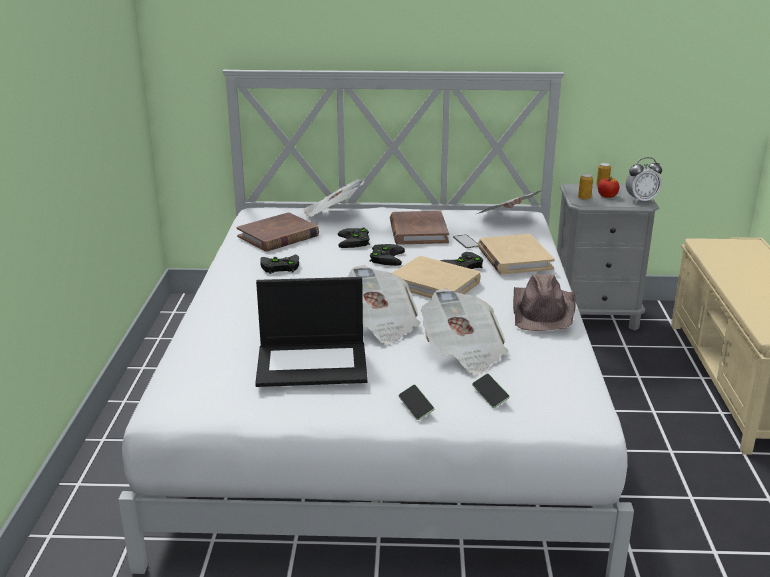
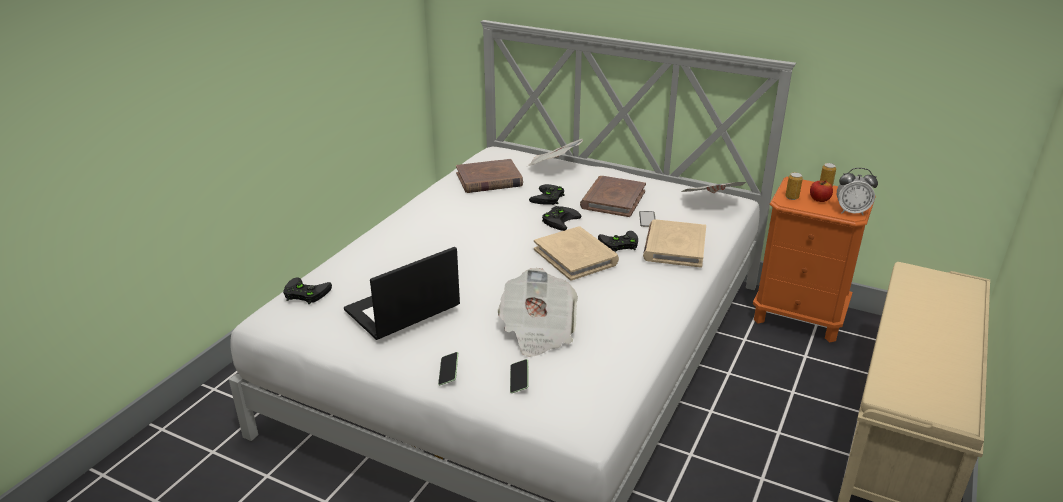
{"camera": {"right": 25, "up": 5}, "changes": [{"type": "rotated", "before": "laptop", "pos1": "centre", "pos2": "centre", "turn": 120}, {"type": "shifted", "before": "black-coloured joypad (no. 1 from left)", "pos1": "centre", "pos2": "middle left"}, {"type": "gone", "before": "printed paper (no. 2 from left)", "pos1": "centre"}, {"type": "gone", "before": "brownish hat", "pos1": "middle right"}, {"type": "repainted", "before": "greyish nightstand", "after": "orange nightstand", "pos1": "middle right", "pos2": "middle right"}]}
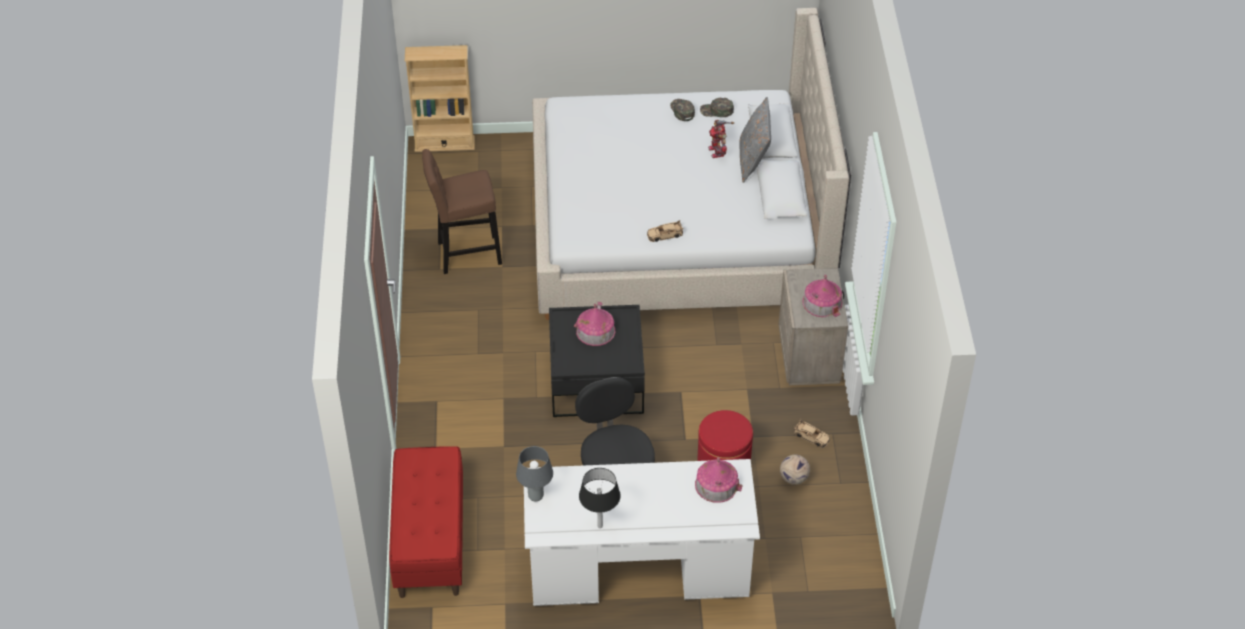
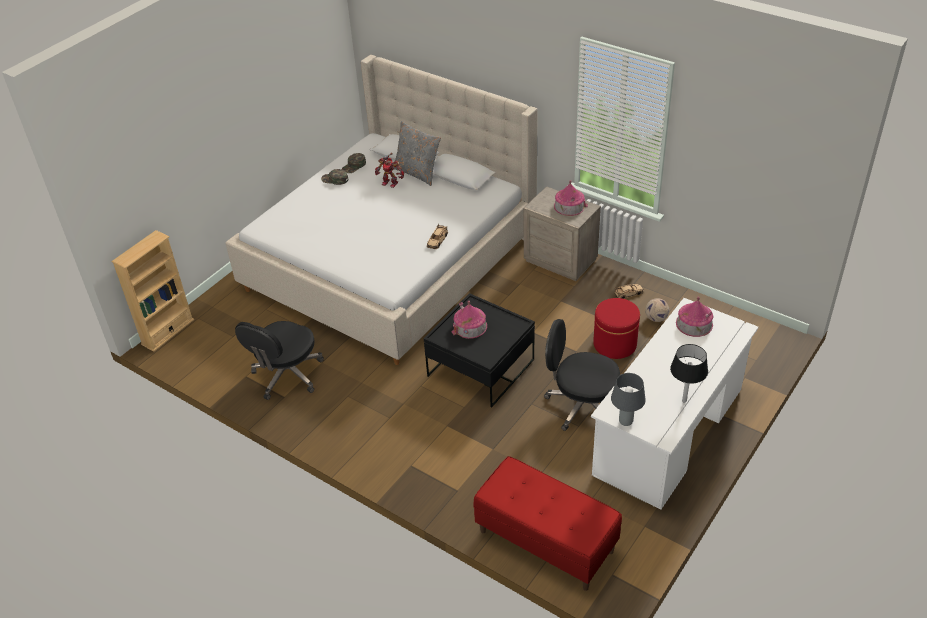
{"camera": {"right": -50, "up": -5}, "changes": [{"type": "swapped", "before": "brownish stool", "after": "black-coloured desk chair (no. 1 from left)", "pos1": "centre", "pos2": "middle left"}]}
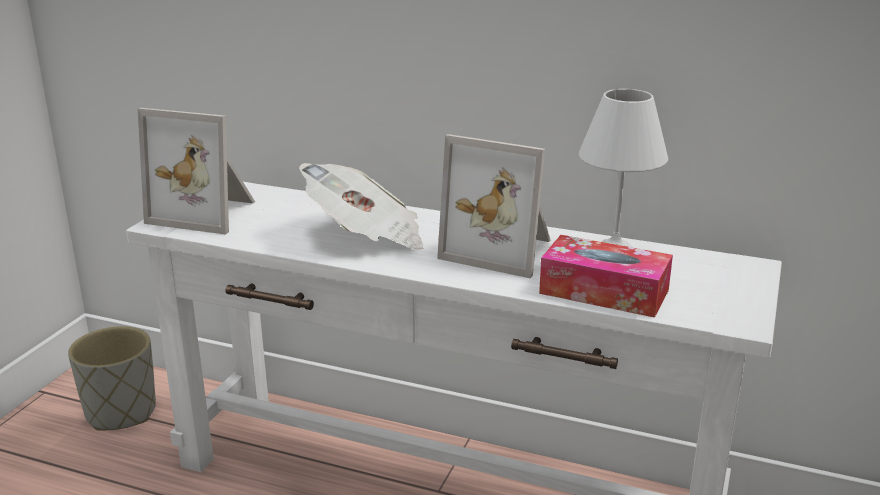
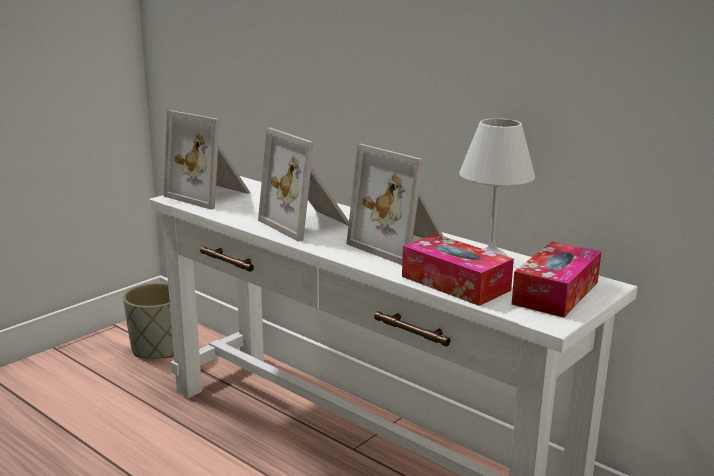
{"camera": {"right": 20, "up": -5}, "changes": [{"type": "swapped", "before": "printed paper", "after": "picture frame (no. 2 from left)", "pos1": "centre", "pos2": "centre"}, {"type": "new", "after": "box of tissues (no. 2 from left)", "pos2": "middle right"}]}
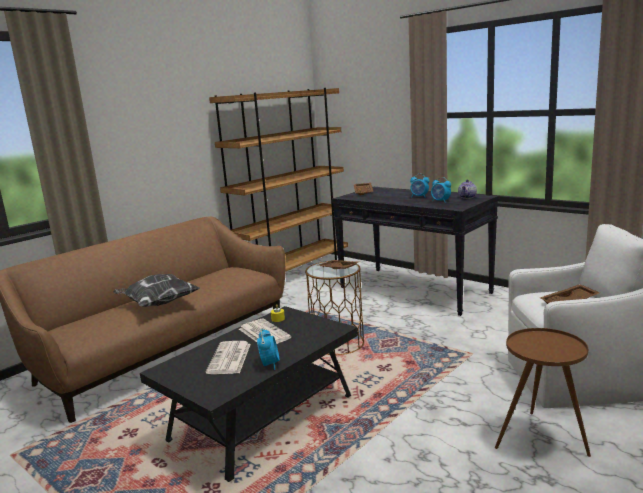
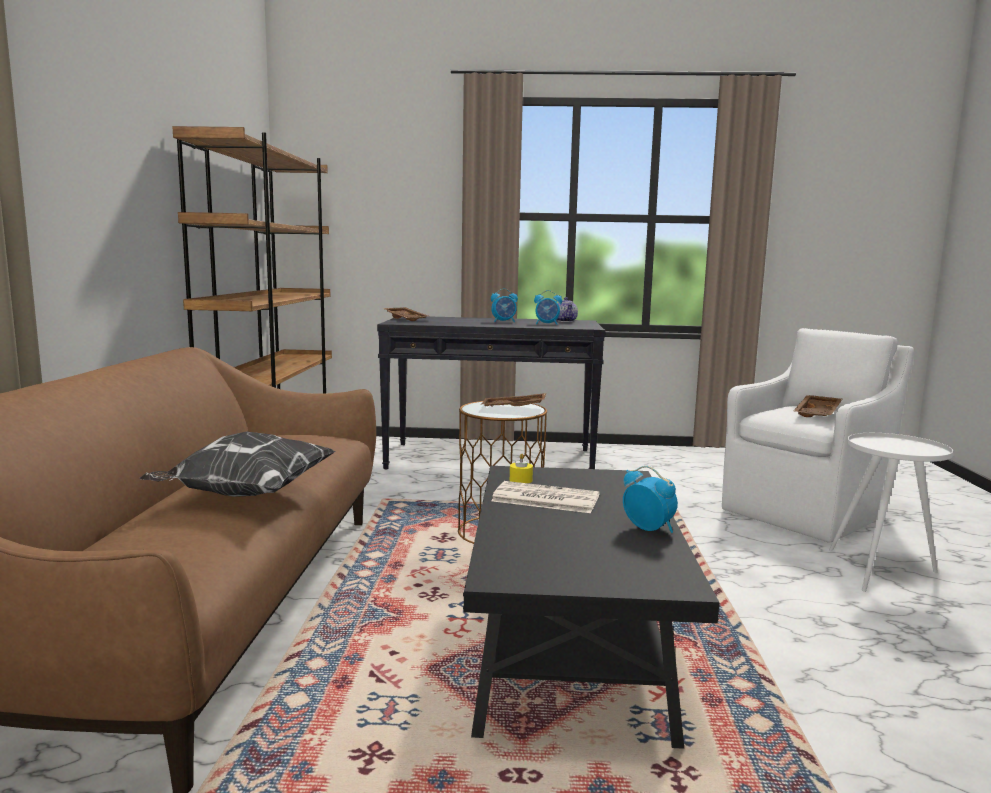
{"camera": {"right": -40, "up": -5}, "changes": [{"type": "gone", "before": "printed paper (no. 1 from left)", "pos1": "bottom centre"}, {"type": "repainted", "before": "brownish accent table (no. 2 from left)", "after": "white accent table", "pos1": "bottom right", "pos2": "middle right"}]}
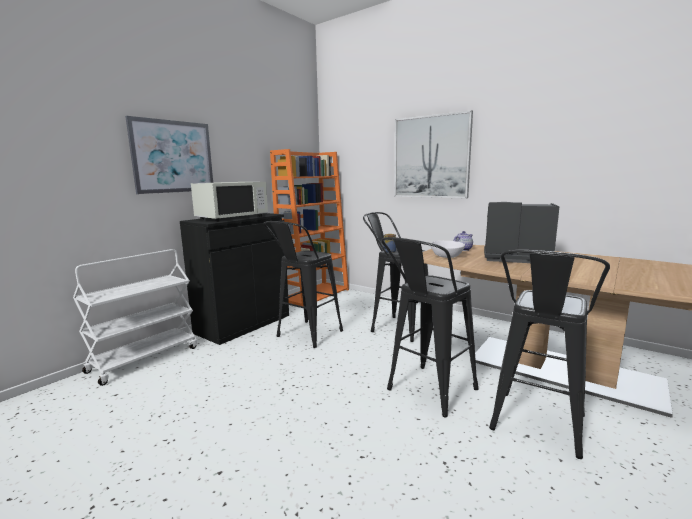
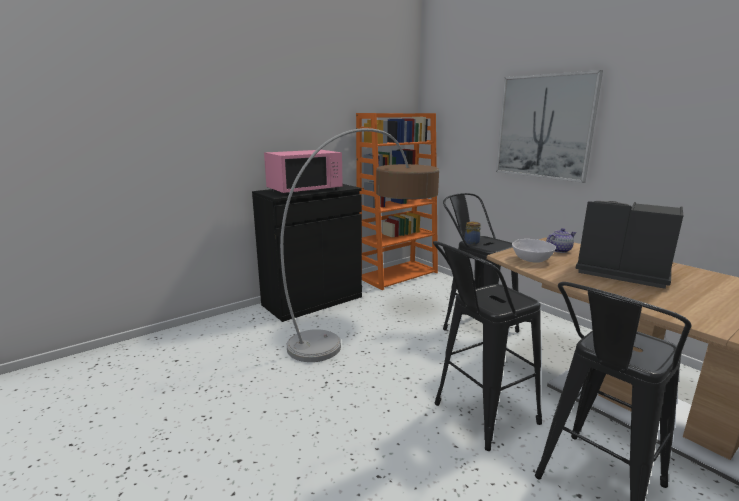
{"camera": {"right": 15, "up": 5}, "changes": [{"type": "gone", "before": "white wheeled cart", "pos1": "middle left"}, {"type": "gone", "before": "picture (no. 1 from left)", "pos1": "top left"}, {"type": "repainted", "before": "white kitchen microwave", "after": "pink kitchen microwave", "pos1": "middle left", "pos2": "centre"}, {"type": "swapped", "before": "black-coloured stool (no. 1 from left)", "after": "standing lamp", "pos1": "centre", "pos2": "centre"}]}
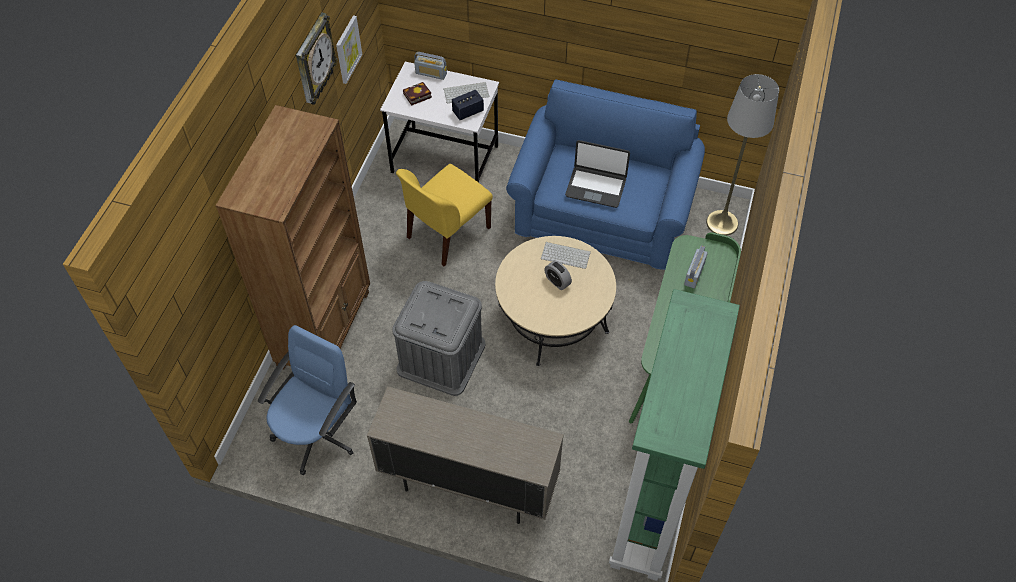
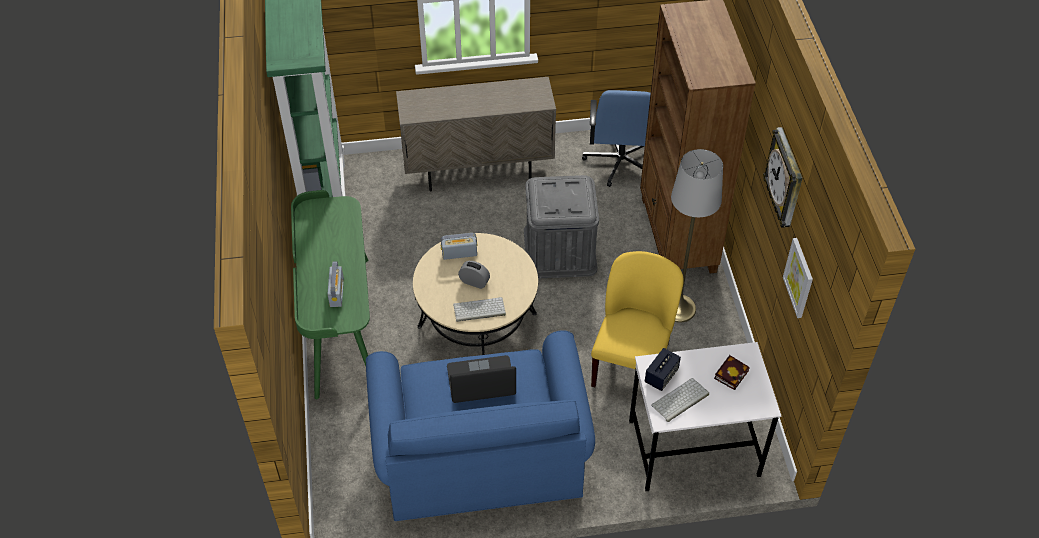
{"camera": {"right": 155, "up": -5}, "changes": [{"type": "shifted", "before": "radio receiver (no. 1 from left in the first image)", "after": "radio receiver (no. 2 from left)", "pos1": "top centre", "pos2": "centre"}, {"type": "shifted", "before": "greyish standing lamp", "pos1": "top right", "pos2": "middle right"}]}
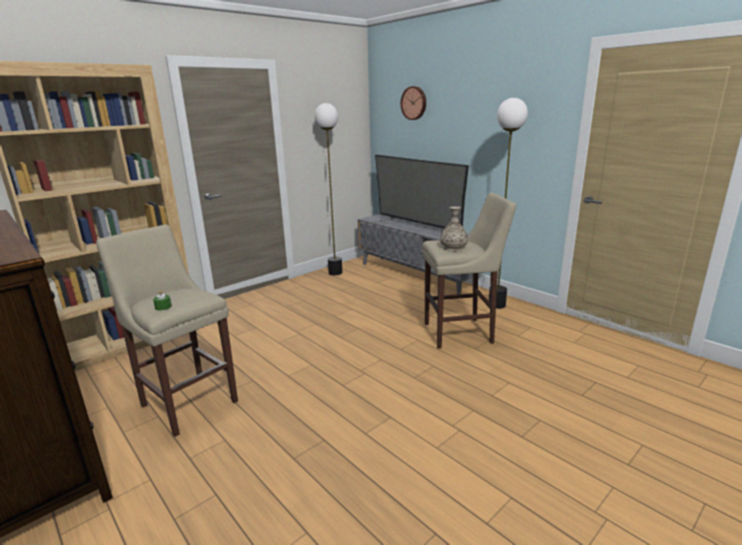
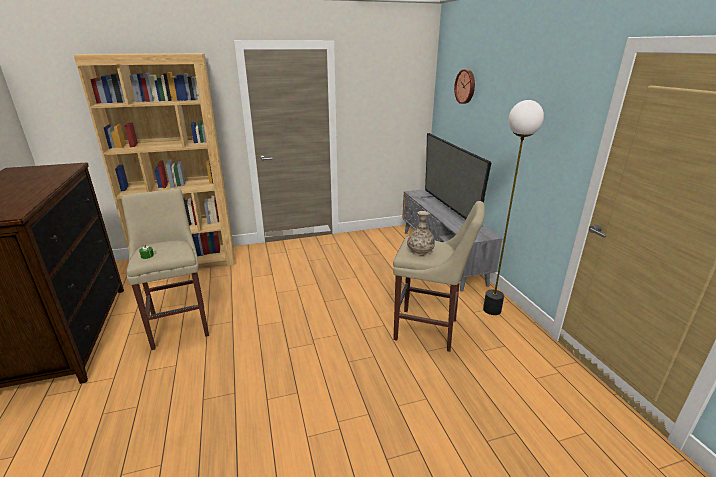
{"camera": {"right": 25, "up": 5}, "changes": [{"type": "gone", "before": "standing lamp (no. 1 from left)", "pos1": "centre"}]}
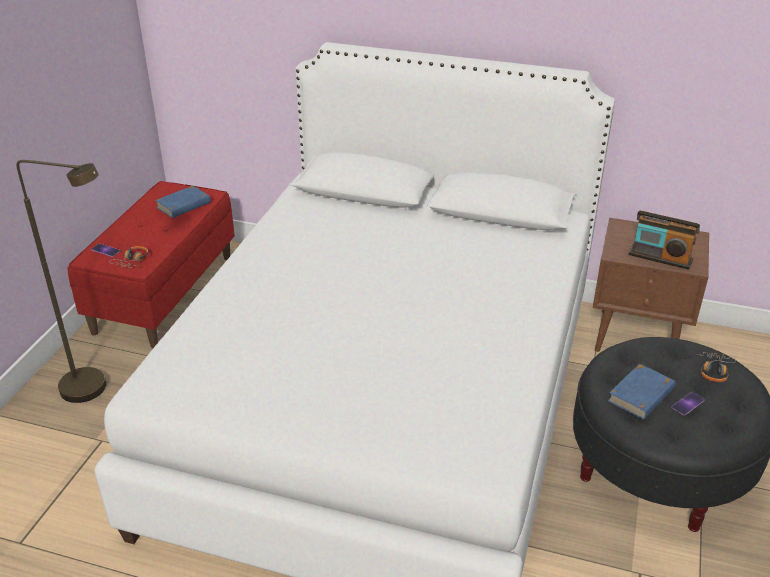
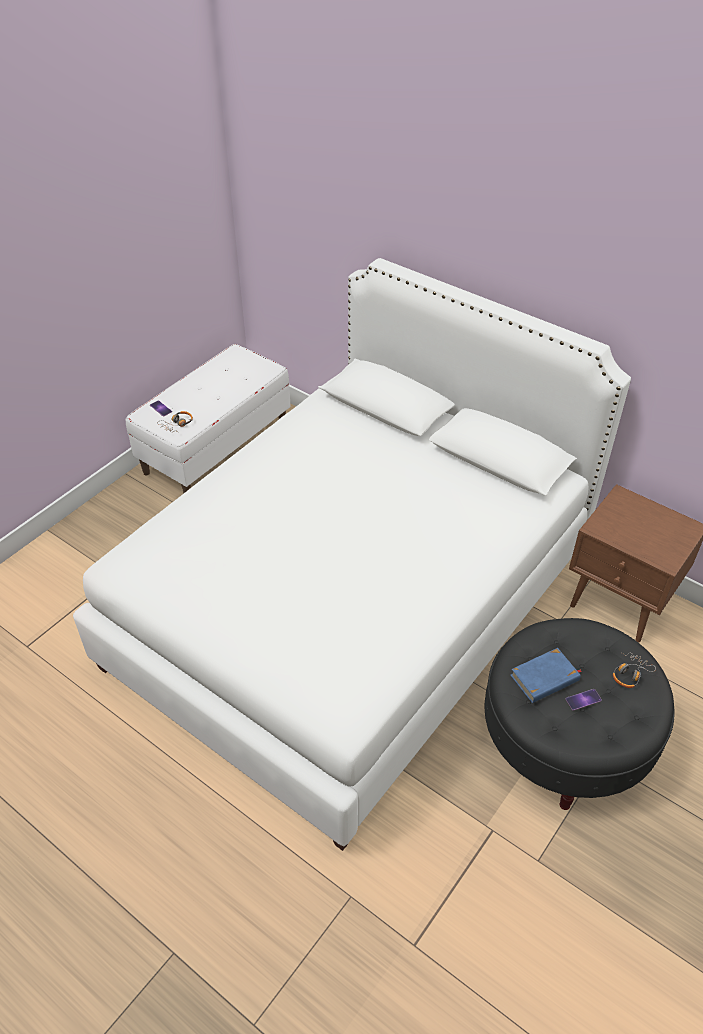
{"camera": {"right": 20, "up": 10}, "changes": [{"type": "gone", "before": "brownish standing lamp", "pos1": "middle left"}, {"type": "repainted", "before": "red indoor bench", "after": "white indoor bench", "pos1": "middle left", "pos2": "middle left"}, {"type": "gone", "before": "bluish bound book (no. 1 from left)", "pos1": "middle left"}, {"type": "gone", "before": "radio receiver", "pos1": "middle right"}]}
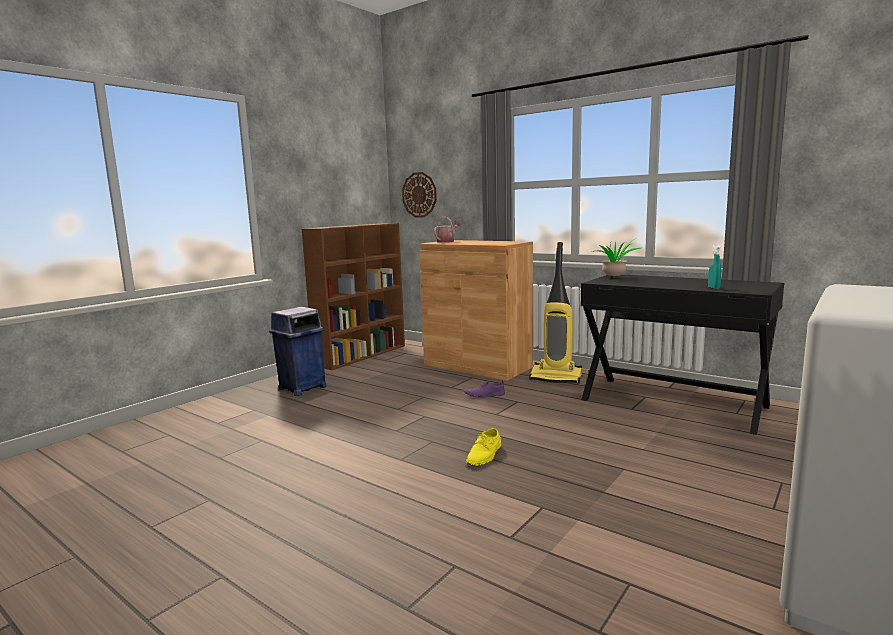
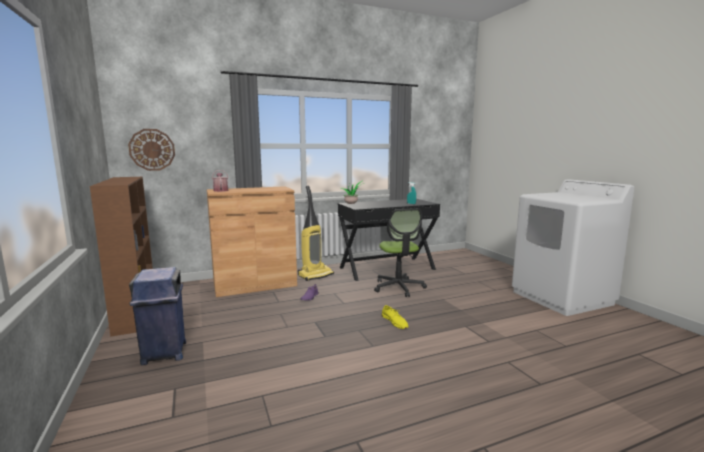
{"camera": {"right": -60, "up": 0}, "changes": [{"type": "new", "after": "desk chair", "pos2": "centre"}]}
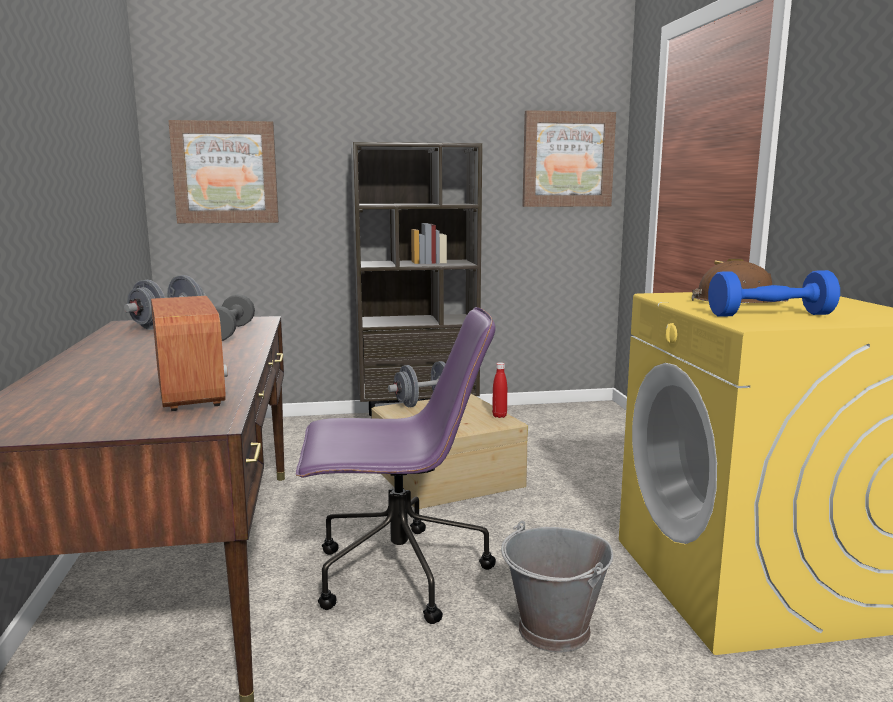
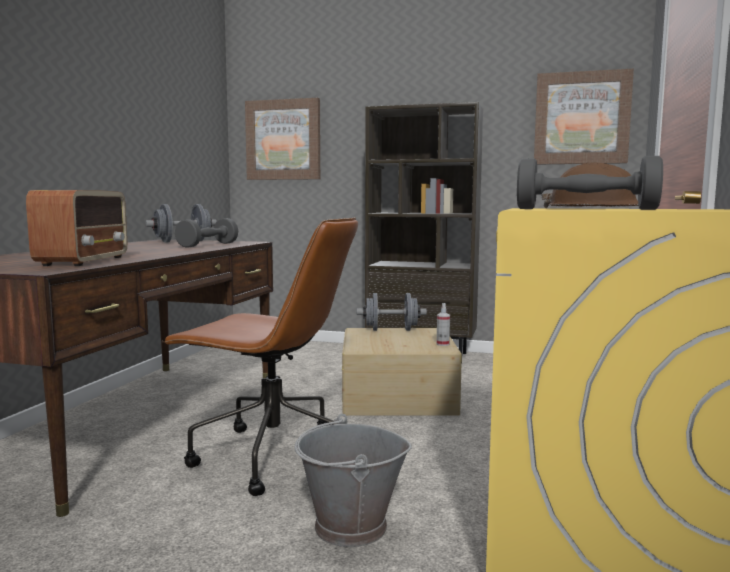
{"camera": {"right": 25, "up": -5}, "changes": [{"type": "repainted", "before": "purple desk chair", "after": "brownish desk chair", "pos1": "centre", "pos2": "centre"}, {"type": "swapped", "before": "red drink bottle", "after": "hand sprayer", "pos1": "centre", "pos2": "centre"}, {"type": "repainted", "before": "bluish dumbbell", "after": "greyish dumbbell (no. 4 from left)", "pos1": "middle right", "pos2": "top right"}]}
